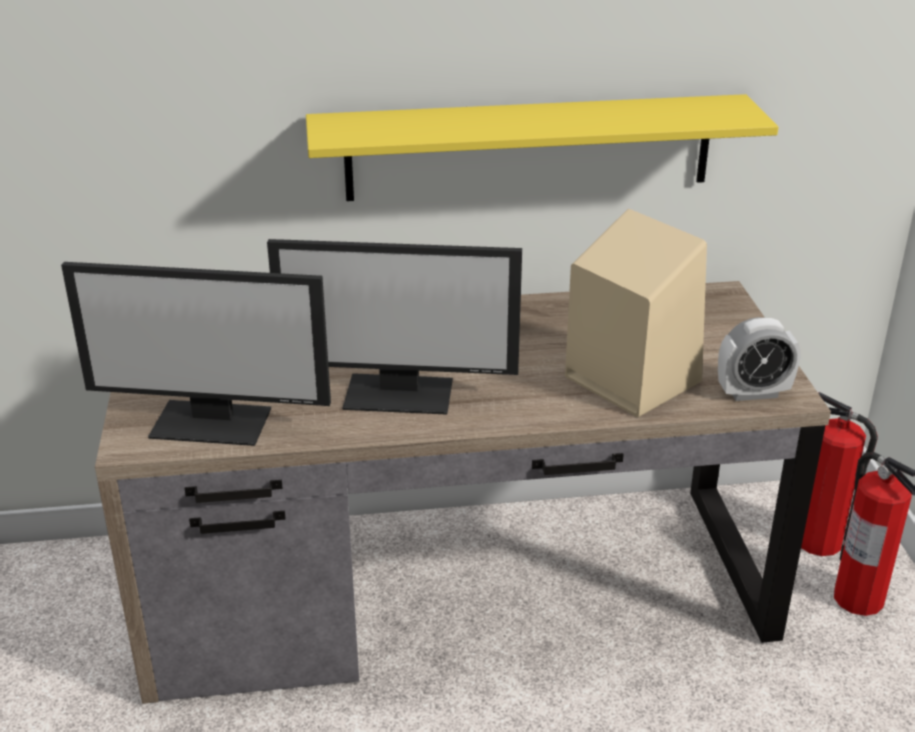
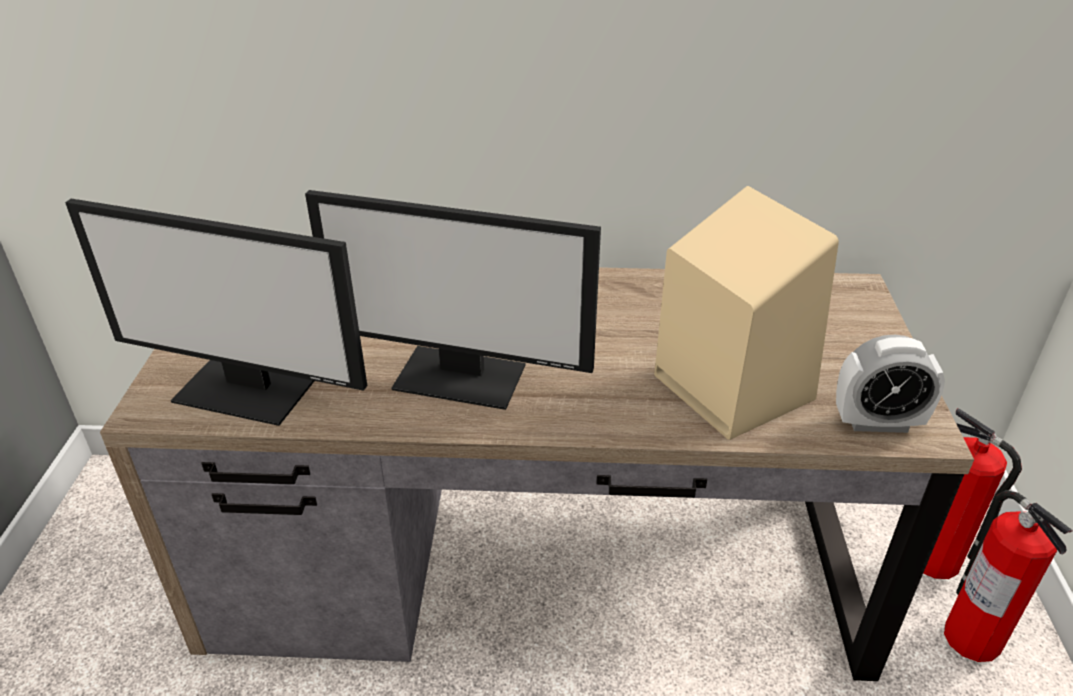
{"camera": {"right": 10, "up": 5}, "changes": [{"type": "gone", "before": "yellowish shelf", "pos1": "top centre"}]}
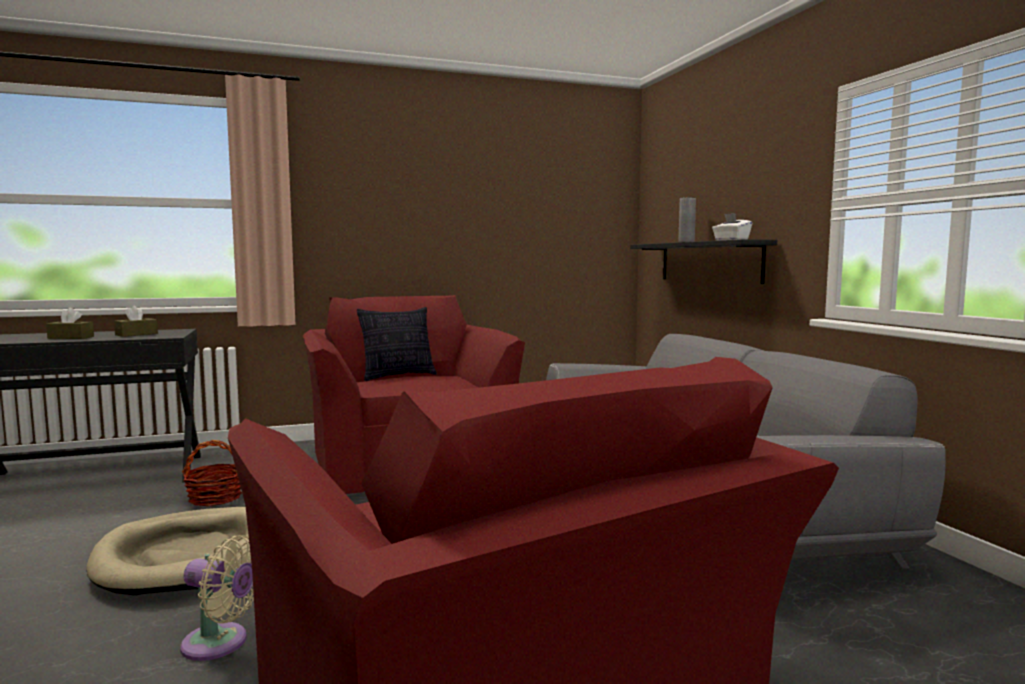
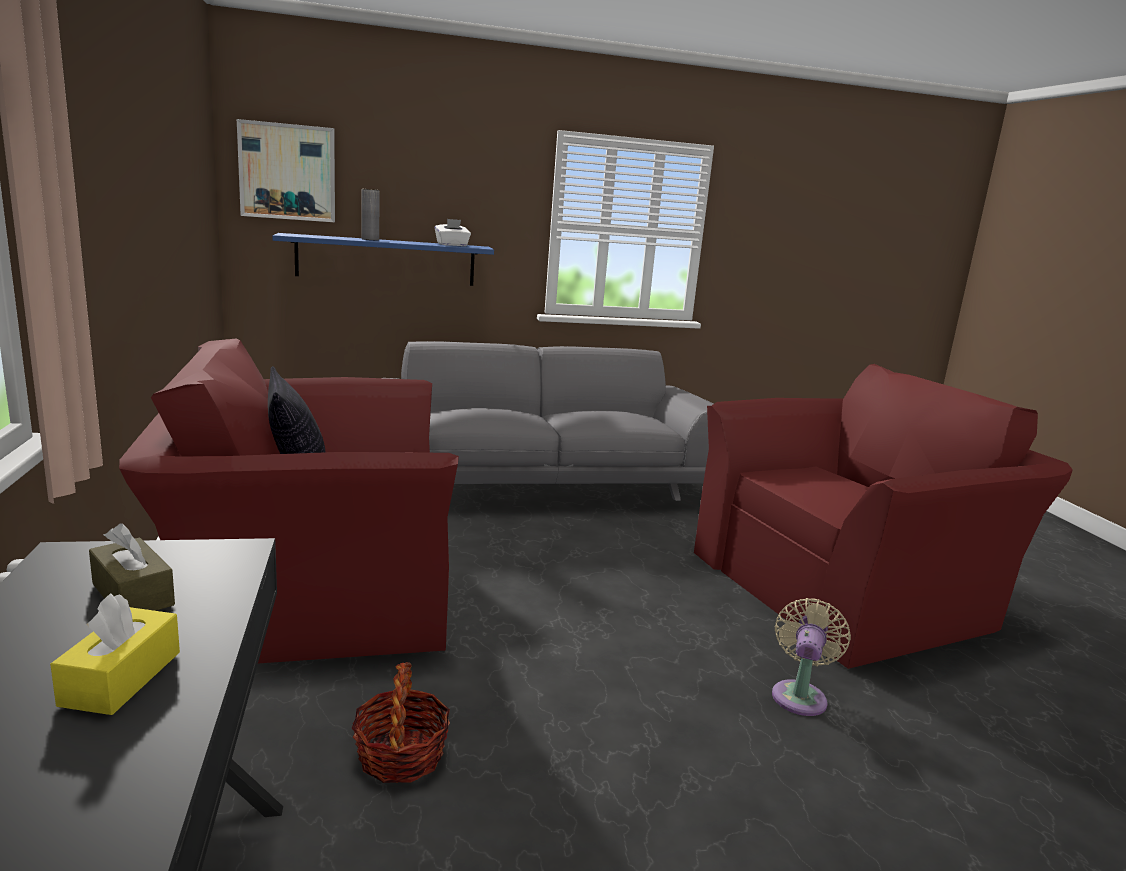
{"camera": {"right": -85, "up": 10}, "changes": [{"type": "repainted", "before": "brownish box of tissues (no. 1 from left)", "after": "yellowish box of tissues", "pos1": "middle left", "pos2": "bottom left"}, {"type": "gone", "before": "sand-coloured dog cushion", "pos1": "bottom left"}, {"type": "repainted", "before": "black-coloured shelf", "after": "bluish shelf", "pos1": "middle right", "pos2": "top centre"}, {"type": "new", "after": "picture", "pos2": "top left"}]}
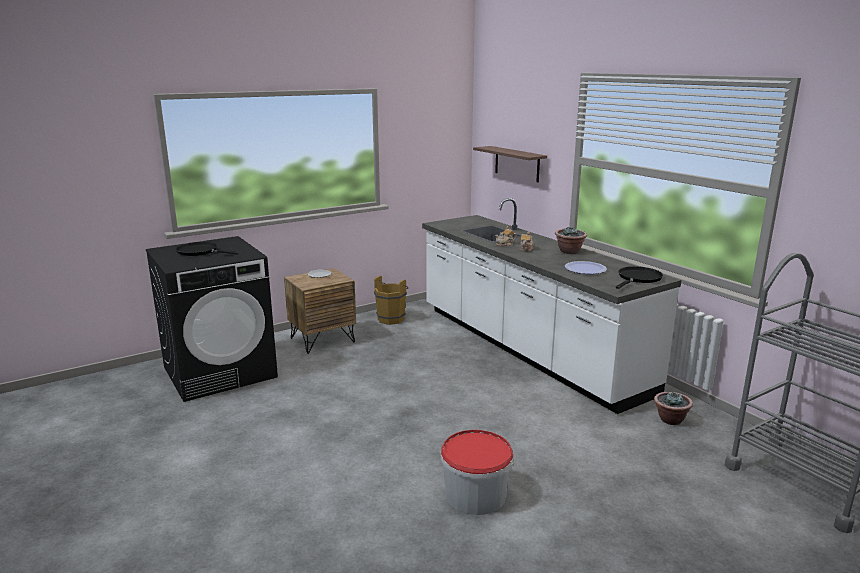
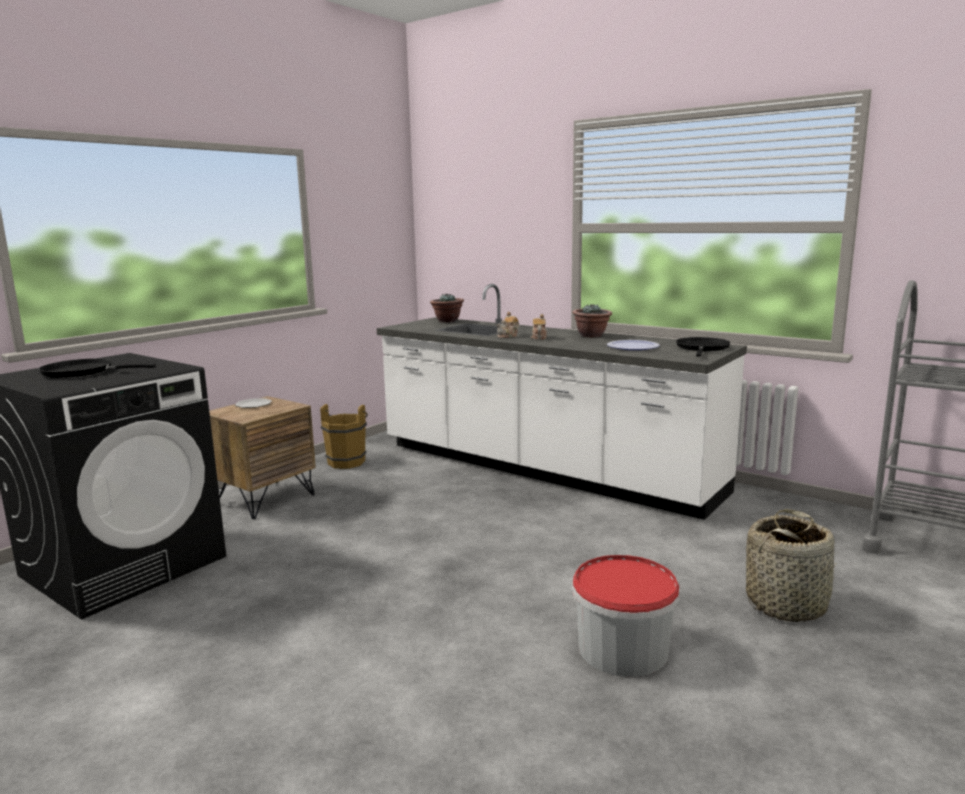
{"camera": {"right": -20, "up": -5}, "changes": [{"type": "gone", "before": "shelf", "pos1": "top centre"}, {"type": "shifted", "before": "plant in a pot (no. 2 from left in the first image)", "after": "plant in a pot (no. 1 from left)", "pos1": "bottom right", "pos2": "centre"}, {"type": "new", "after": "storage basket", "pos2": "bottom right"}]}
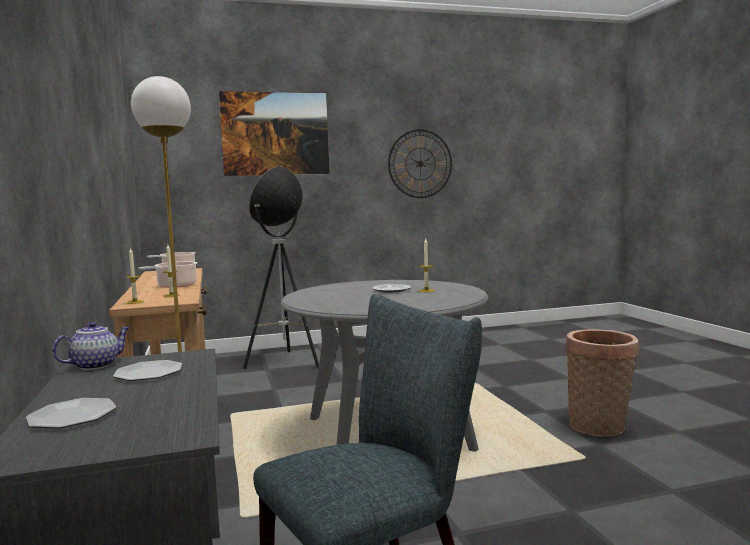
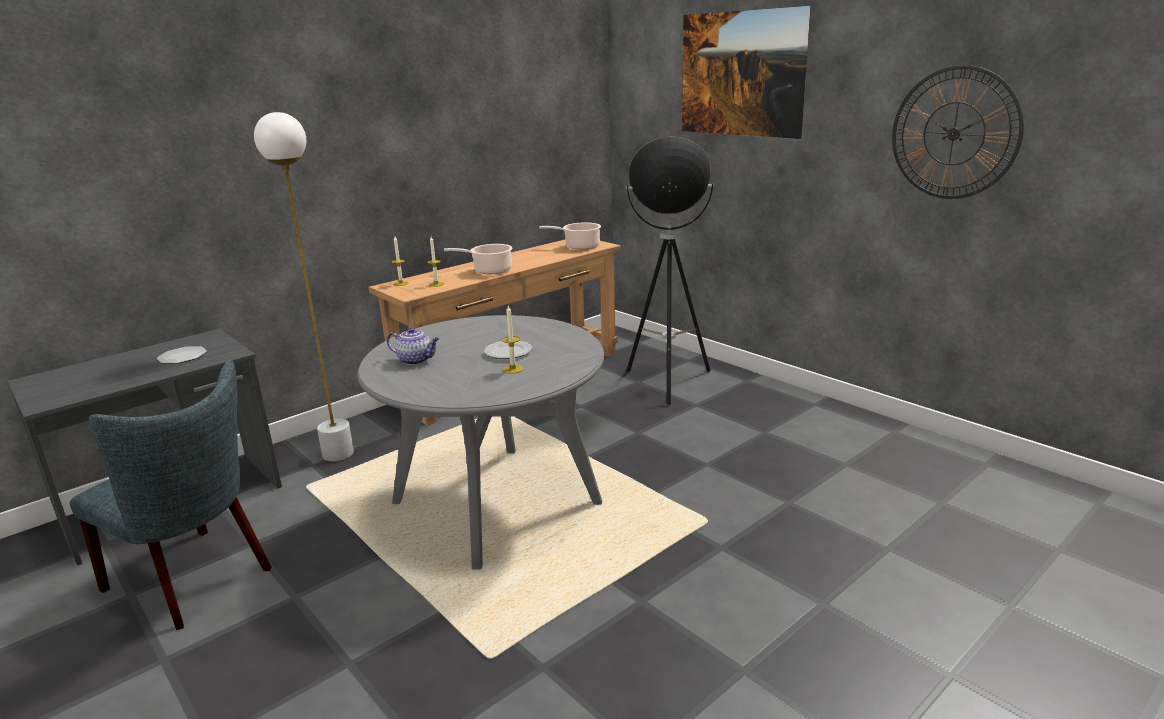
{"camera": {"right": 65, "up": 15}, "changes": [{"type": "gone", "before": "dinner plate (no. 1 from left)", "pos1": "bottom left"}, {"type": "shifted", "before": "teapot", "pos1": "middle left", "pos2": "centre"}, {"type": "gone", "before": "storage basket", "pos1": "bottom right"}]}
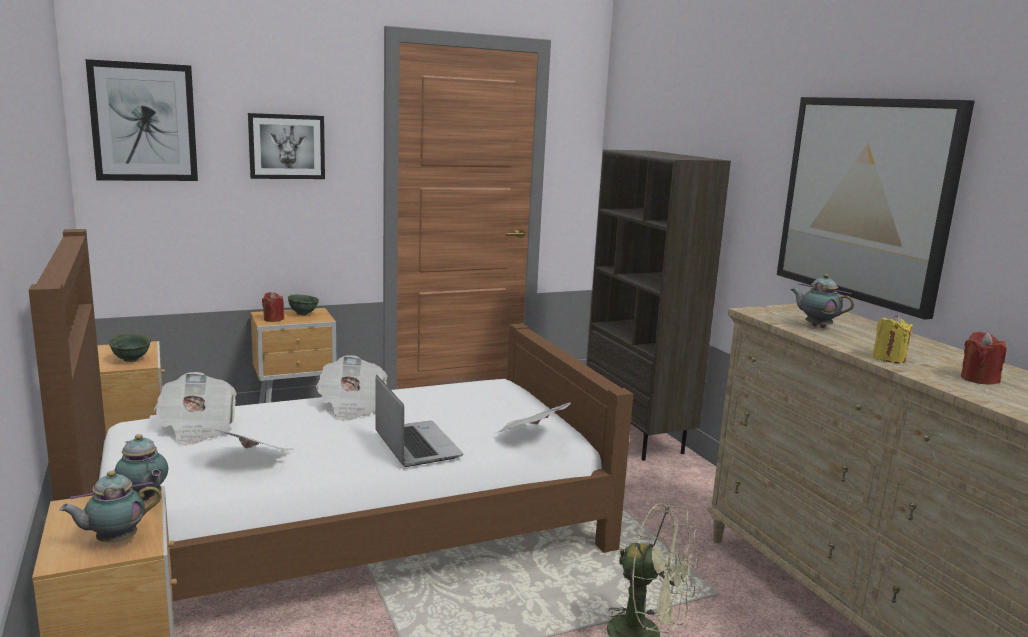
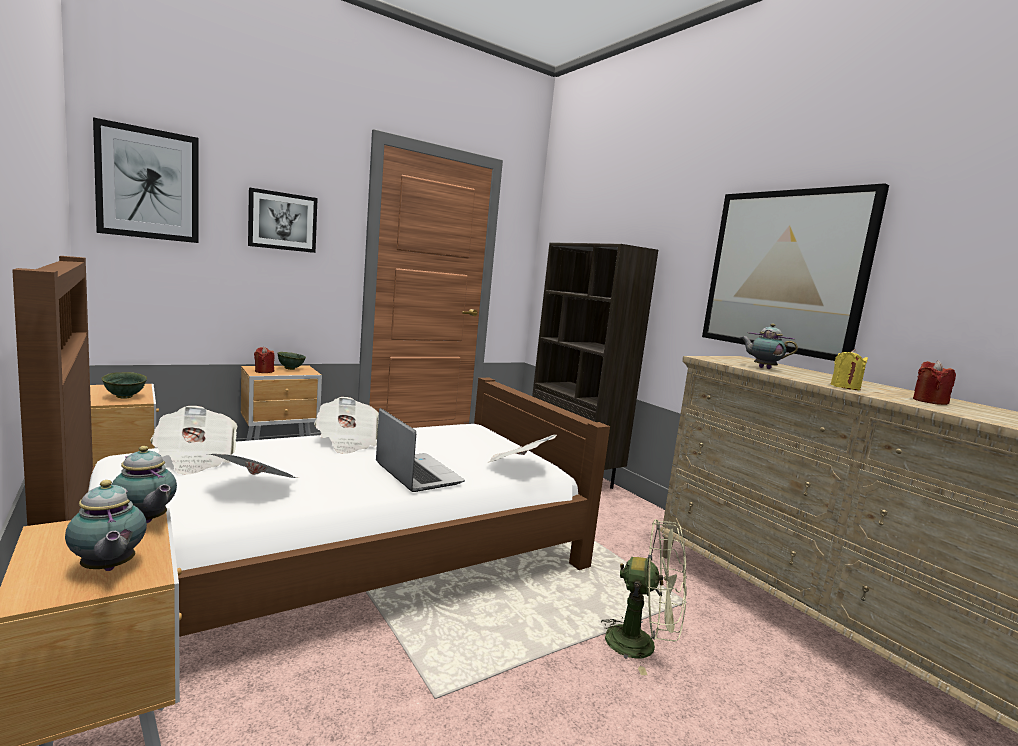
{"camera": {"right": -10, "up": -5}, "changes": [{"type": "rotated", "before": "teapot (no. 1 from left)", "pos1": "bottom left", "pos2": "bottom left", "turn": -90}]}
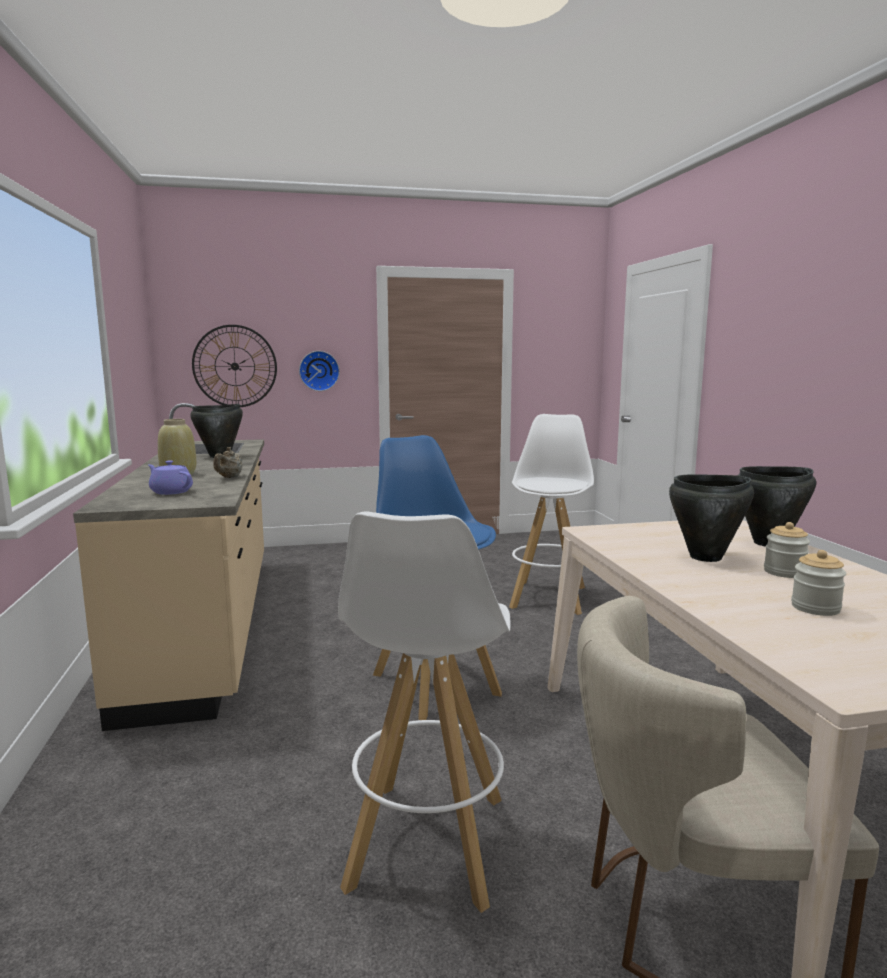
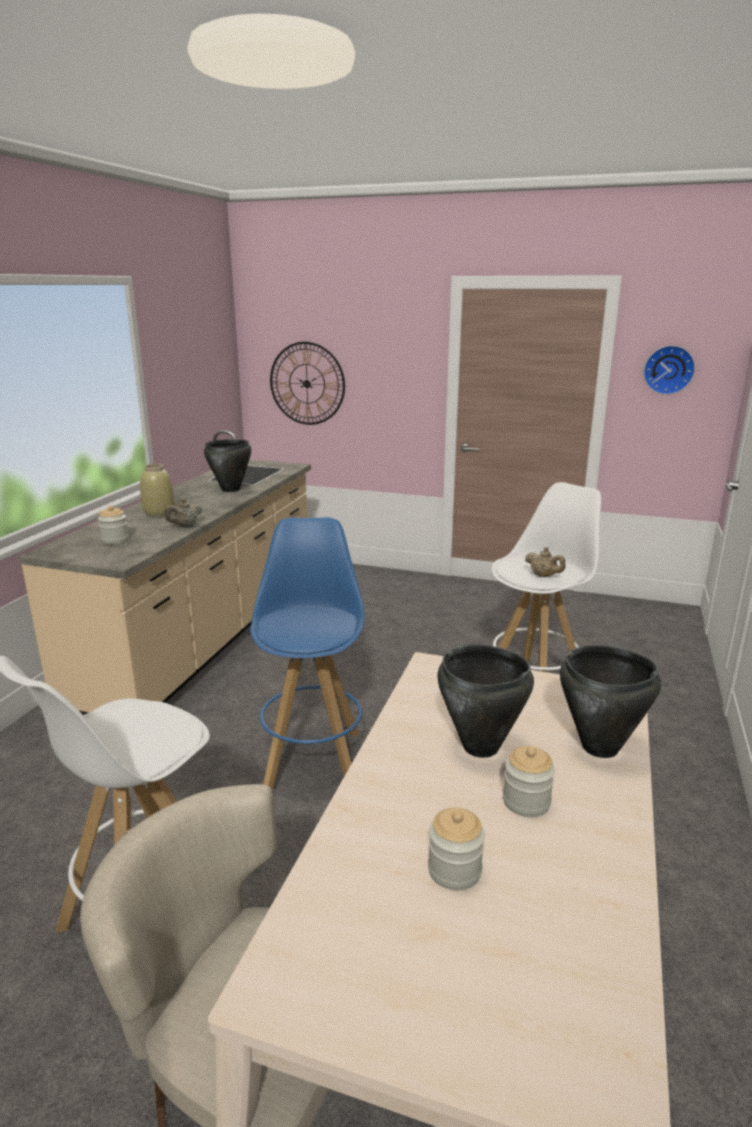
{"camera": {"right": 30, "up": 10}, "changes": [{"type": "swapped", "before": "purple teapot", "after": "storage jar (no. 1 from left)", "pos1": "middle left", "pos2": "middle left"}, {"type": "shifted", "before": "hanging clock (no. 2 from left)", "pos1": "centre", "pos2": "top right"}, {"type": "new", "after": "sand-coloured teapot (no. 2 from left)", "pos2": "middle right"}]}
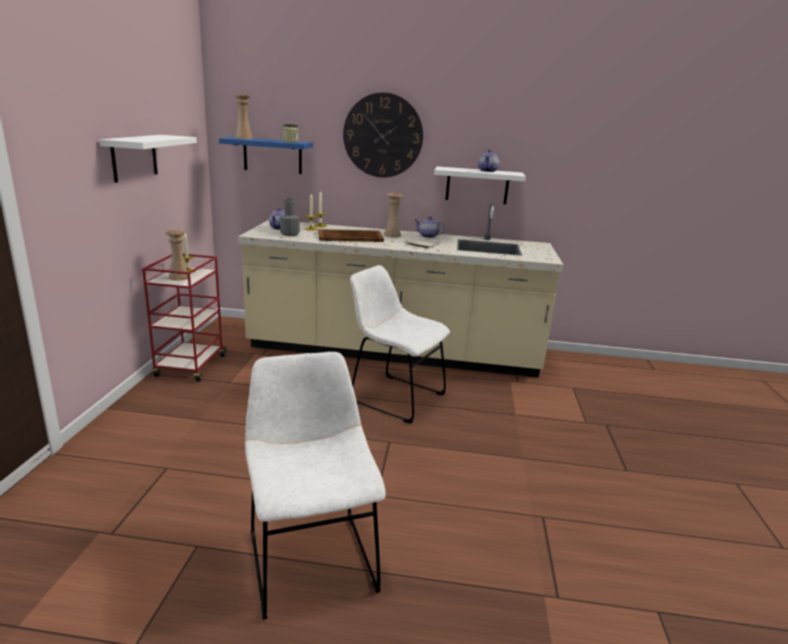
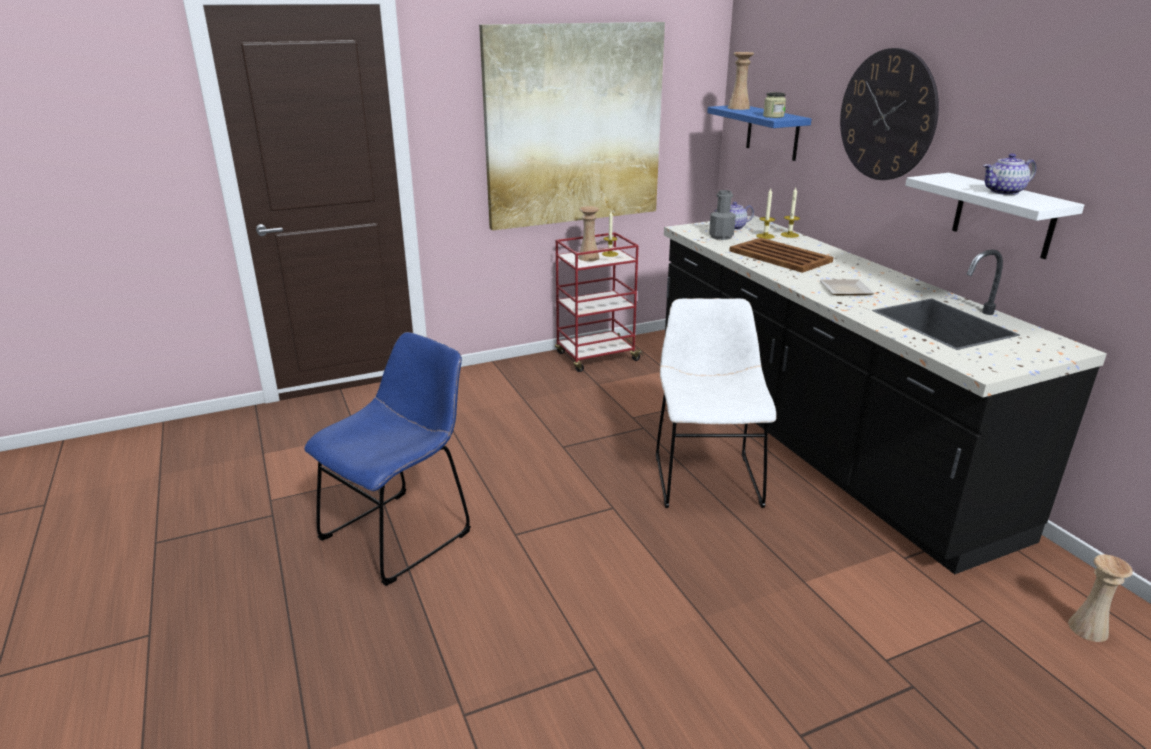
{"camera": {"right": 60, "up": 5}, "changes": [{"type": "swapped", "before": "white shelf (no. 1 from left)", "after": "picture", "pos1": "top left", "pos2": "top centre"}, {"type": "repainted", "before": "sand-coloured kitchen base unit", "after": "black-coloured kitchen base unit", "pos1": "centre", "pos2": "middle right"}, {"type": "repainted", "before": "white chair (no. 1 from left)", "after": "bluish chair", "pos1": "bottom centre", "pos2": "centre"}, {"type": "shifted", "before": "sand-coloured flower vase (no. 3 from left)", "pos1": "centre", "pos2": "bottom right"}, {"type": "gone", "before": "teapot (no. 2 from left)", "pos1": "centre"}]}
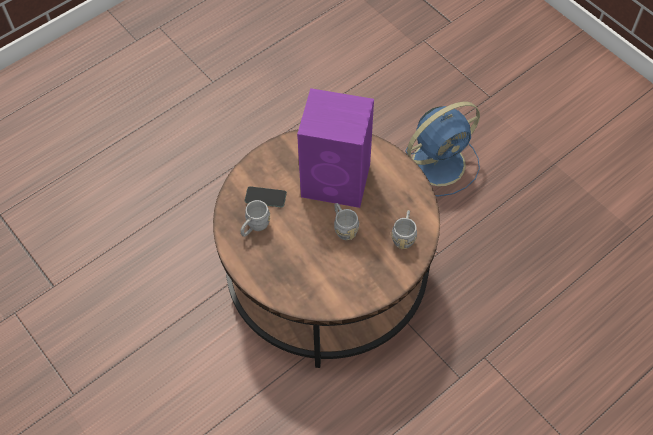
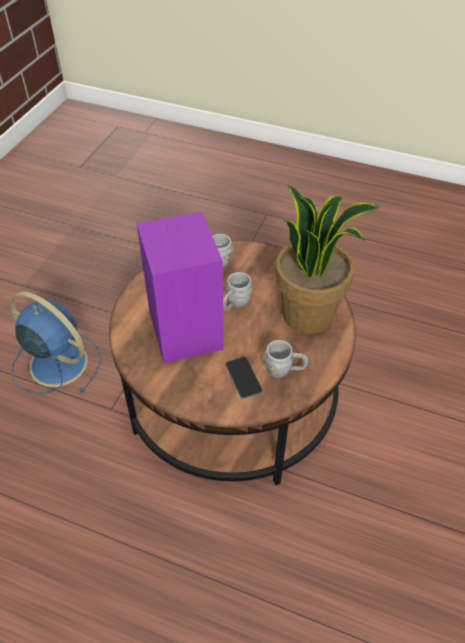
{"camera": {"right": -120, "up": -10}, "changes": [{"type": "new", "after": "plant in a pot", "pos2": "middle right"}]}
